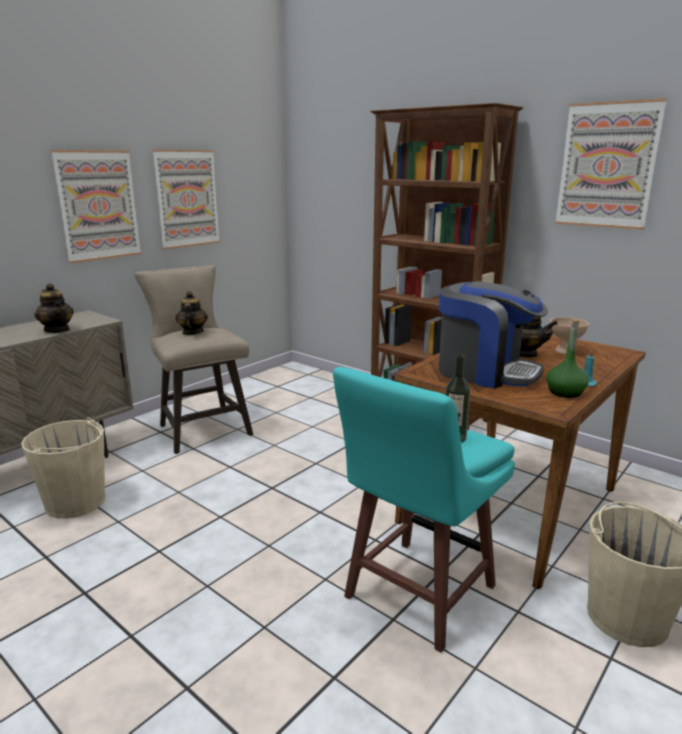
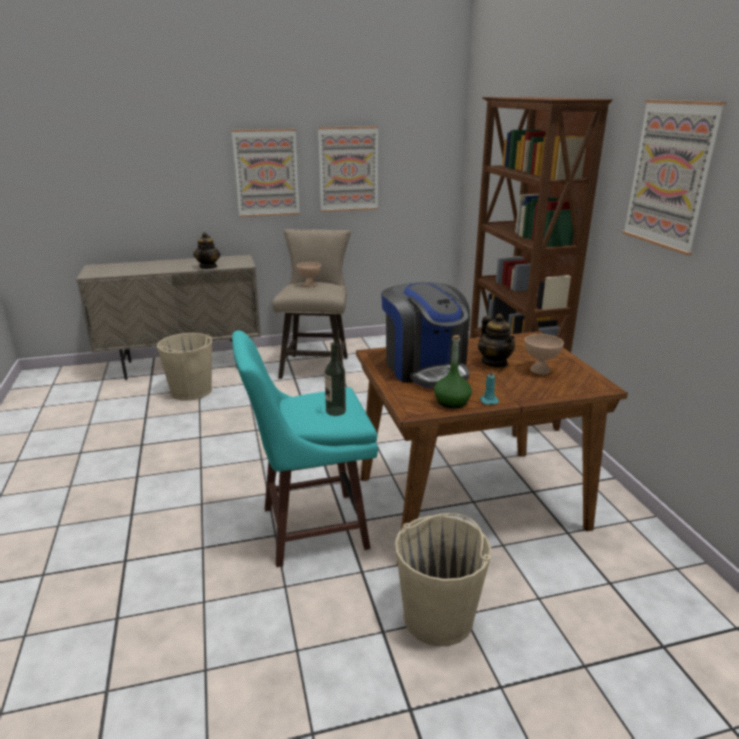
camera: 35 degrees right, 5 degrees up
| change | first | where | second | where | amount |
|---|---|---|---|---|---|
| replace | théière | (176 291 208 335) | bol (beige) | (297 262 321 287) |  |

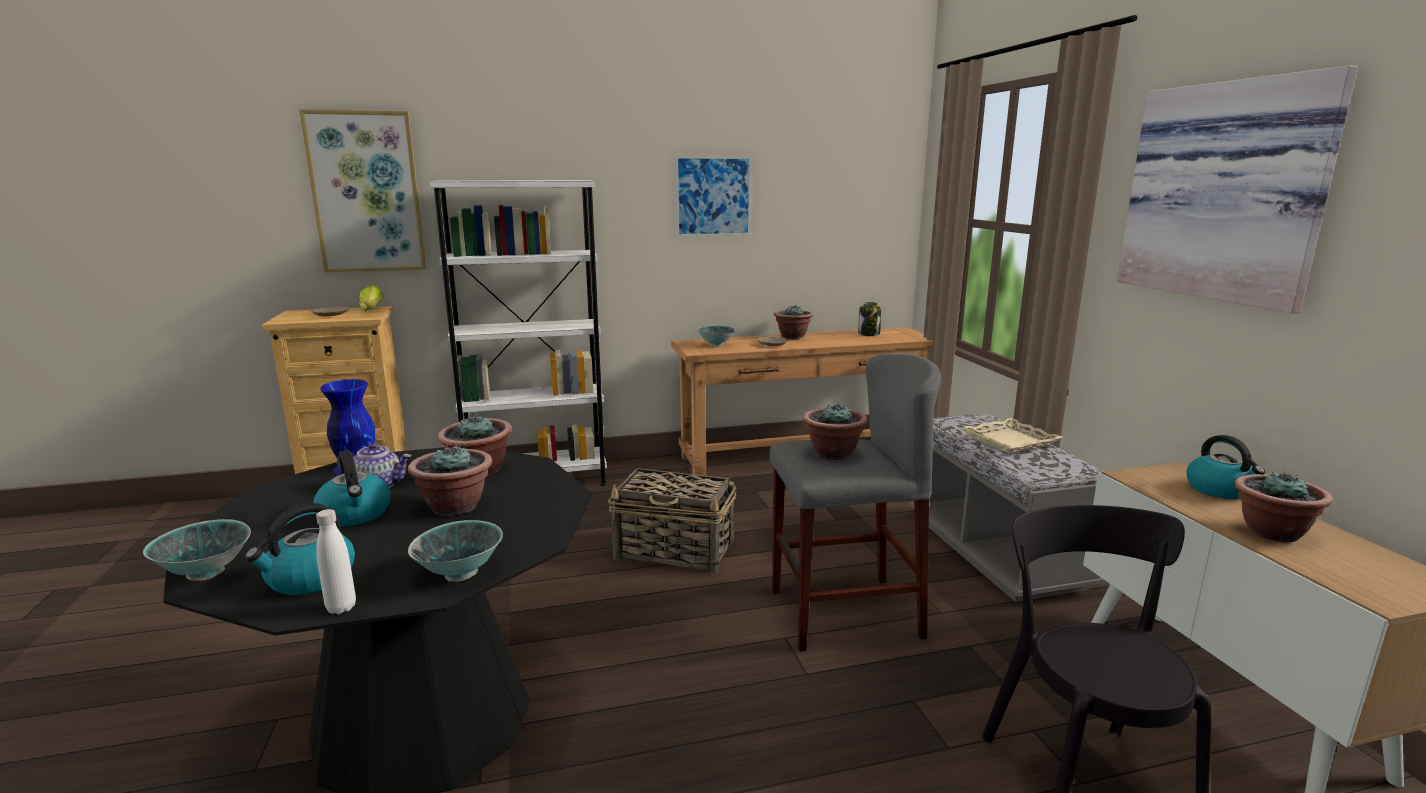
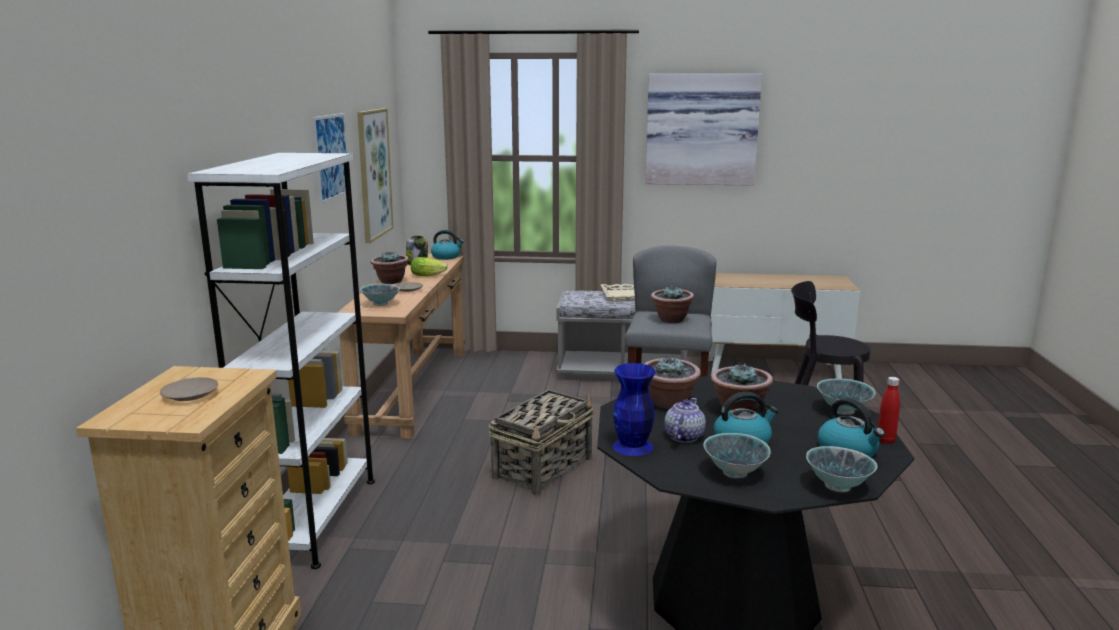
camera: 70 degrees left, 0 degrees up
| change | first | where | second | where | amount |
|---|---|---|---|---|---|
| delete | plante en pot | (1234 471 1333 542) |  |  |  |
| insert |  |  | bol | (703 433 771 478) |  |
| move | tableau | (299 109 426 272) |  | (357 108 393 243) |  |
| move | laitue | (359 285 383 310) |  | (411 257 448 276) |  |
| move | bouilloire | (1186 435 1265 499) |  | (431 230 464 260) |  |
| recolor | bouteille (blanc) | (316 509 356 614) | bouteille (rouge) | (878 377 900 444) |  |

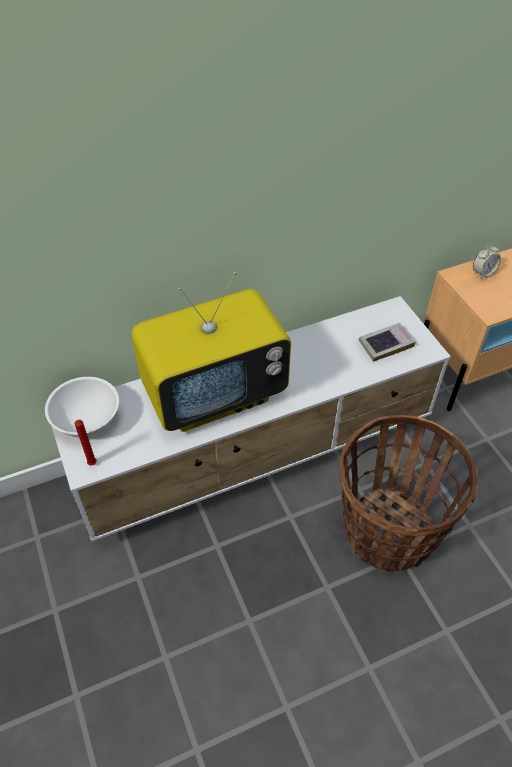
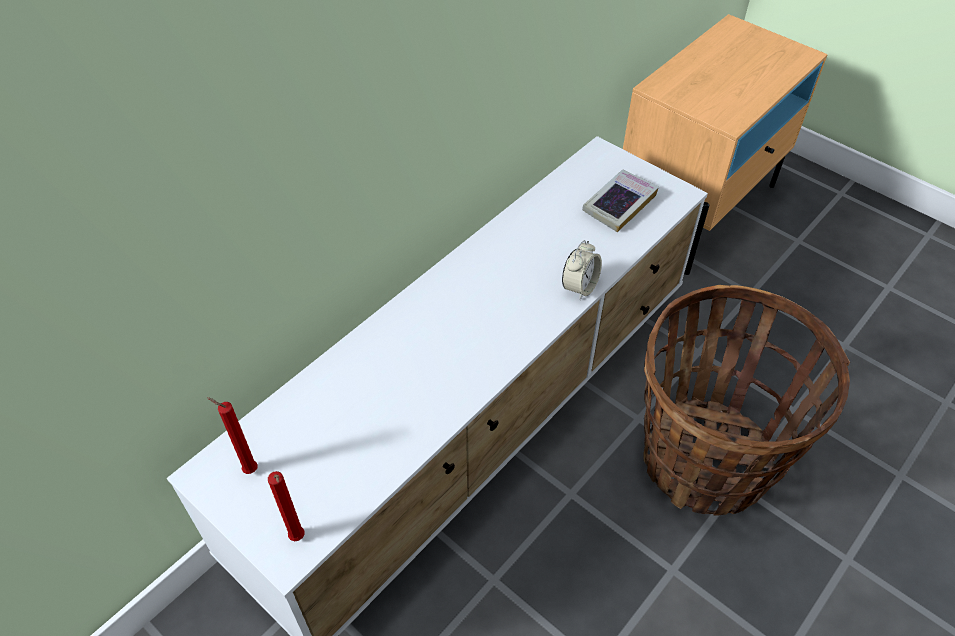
camera: 25 degrees left, 0 degrees up
| change | first | where | second | where | amount |
|---|---|---|---|---|---|
| delete | téléviseur | (132 272 291 432) |  |  |  |
| move | réveil | (473 243 501 279) |  | (562 240 602 300) |  |
| replace | bol (blanc) | (45 377 119 437) | bougie (rouge) | (207 397 258 474) |  |

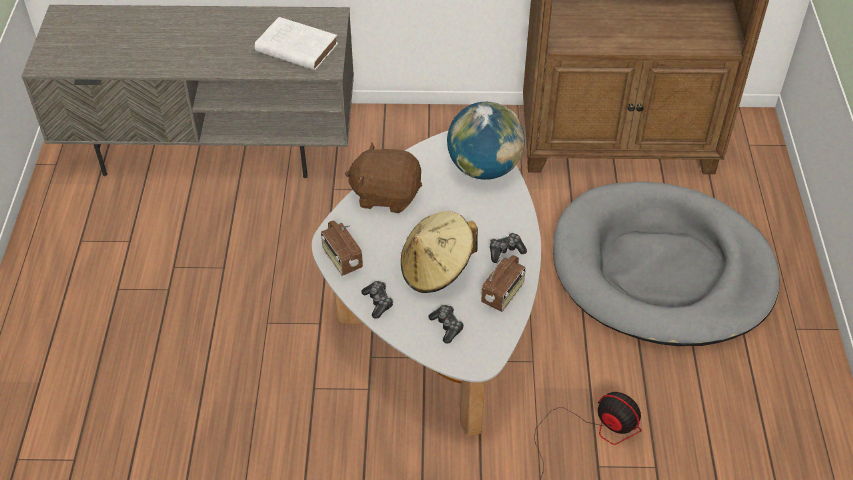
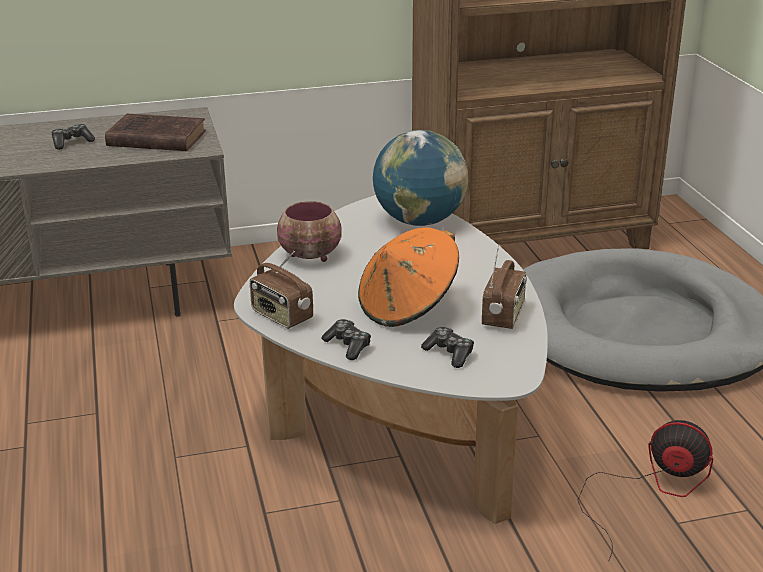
camera: 15 degrees left, 20 degrees down
| change | first | where | second | where | amount |
|---|---|---|---|---|---|
| move | manette | (490 233 527 263) |  | (52 124 95 150) |  |
| replace | peluche (marron) | (345 142 422 213) | bol | (277 201 342 262) |  |
| recolor | livre (blanc) | (255 17 338 70) | livre (marron) | (105 114 206 151) |  |
| recolor | chapeau (beige) | (401 211 478 293) | chapeau (orange) | (358 227 459 327) |  |

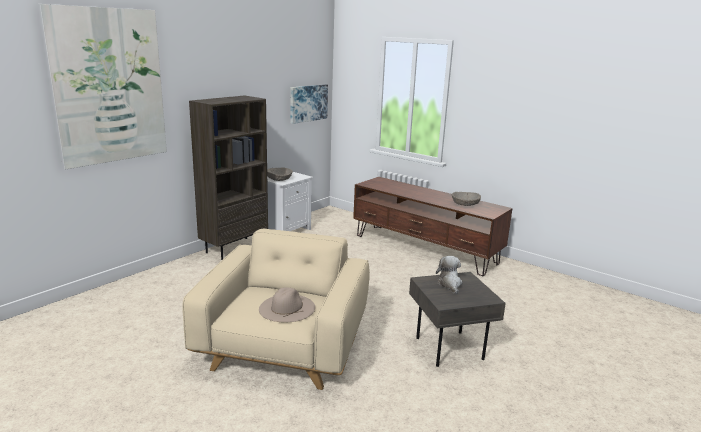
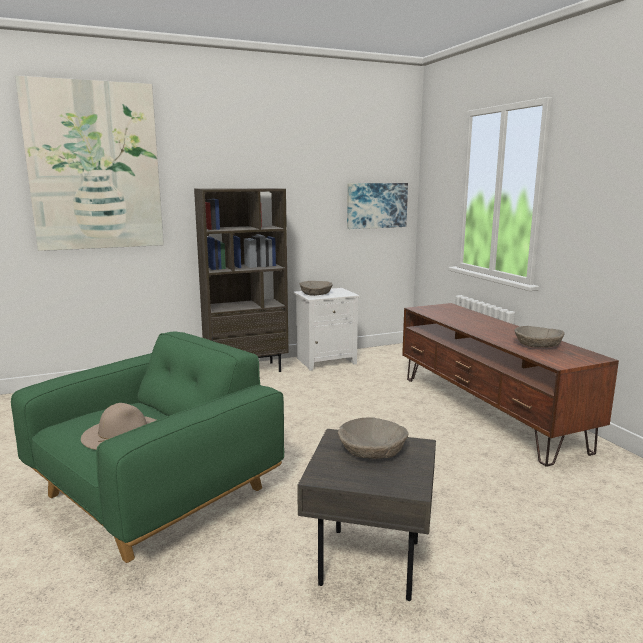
camera: 30 degrees right, 5 degrees down
| change | first | where | second | where | amount |
|---|---|---|---|---|---|
| replace | peluche | (436 256 462 294) | bol (beige) | (338 417 408 459) |  |
| recolor | fauteuil (beige) | (182 229 370 390) | fauteuil (vert) | (11 332 284 563) |  |

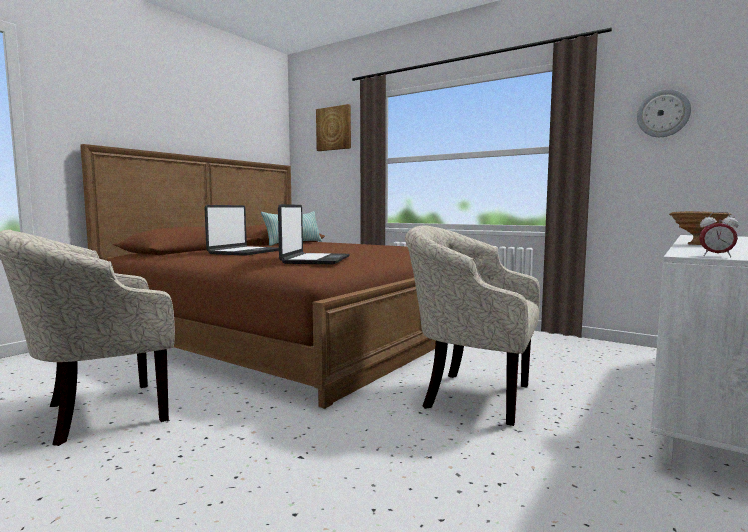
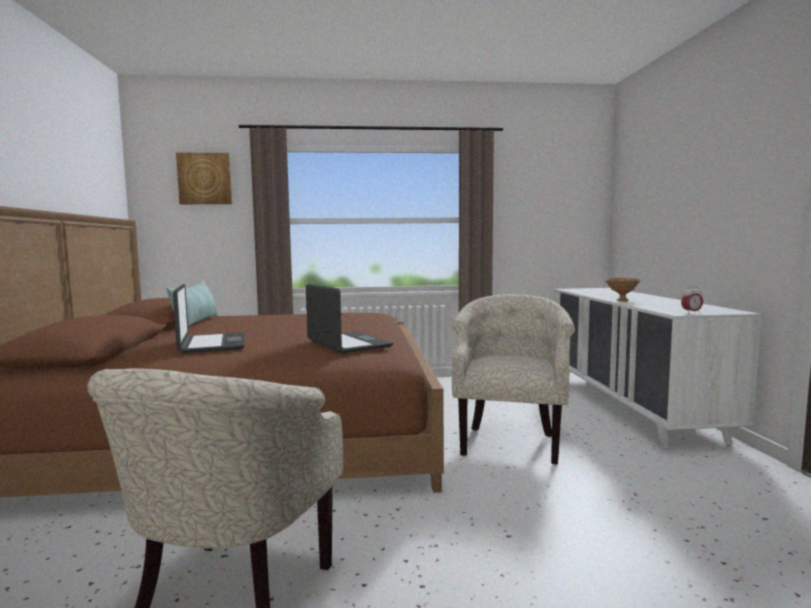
camera: 40 degrees left, 0 degrees up
| change | first | where | second | where | amount |
|---|---|---|---|---|---|
| delete | horloge murale | (637 89 691 137) |  |  |  |
| rotate | fauteuil (beige) | (405 225 540 426) |  | (452 294 575 464) | 120 degrees clockwise |

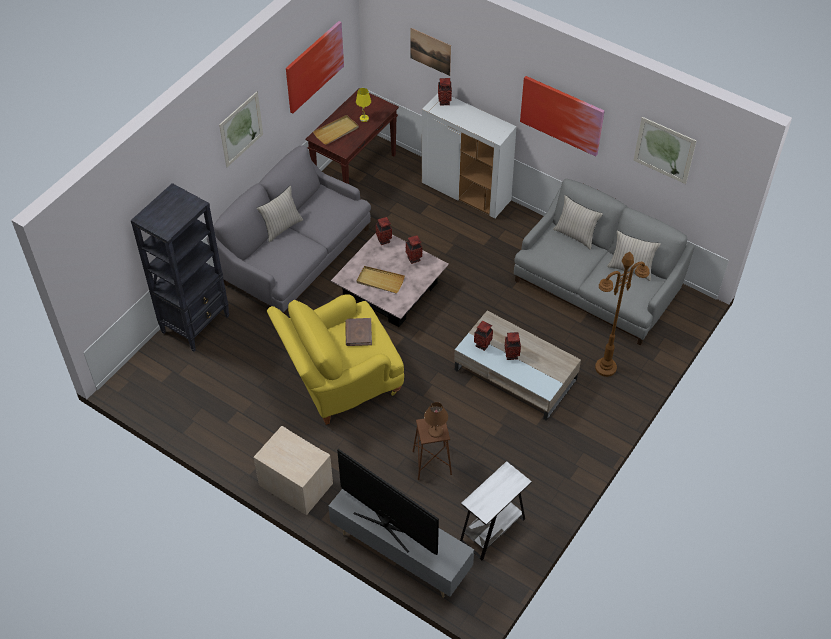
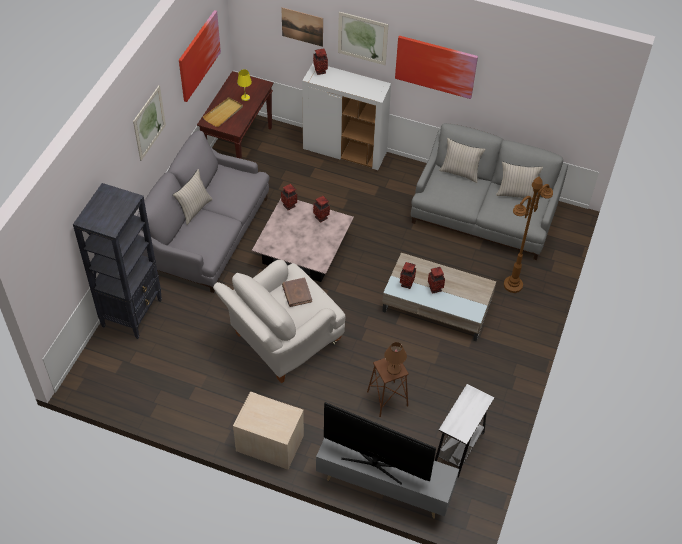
camera: 15 degrees left, 0 degrees up
| change | first | where | second | where | amount |
|---|---|---|---|---|---|
| delete | plateau (beige) | (357 266 405 294) |  |  |  |
| move | tableau | (633 117 696 184) |  | (338 12 388 65) |  |
| recolor | fauteuil (jaune) | (267 294 404 425) | fauteuil (blanc) | (213 260 345 383) |  |

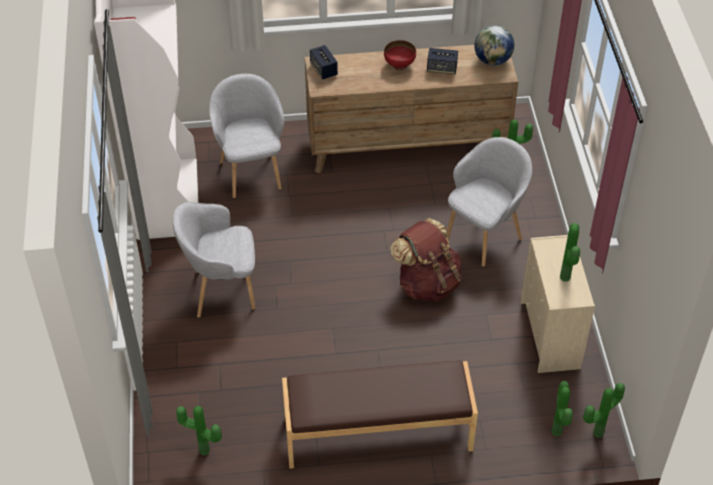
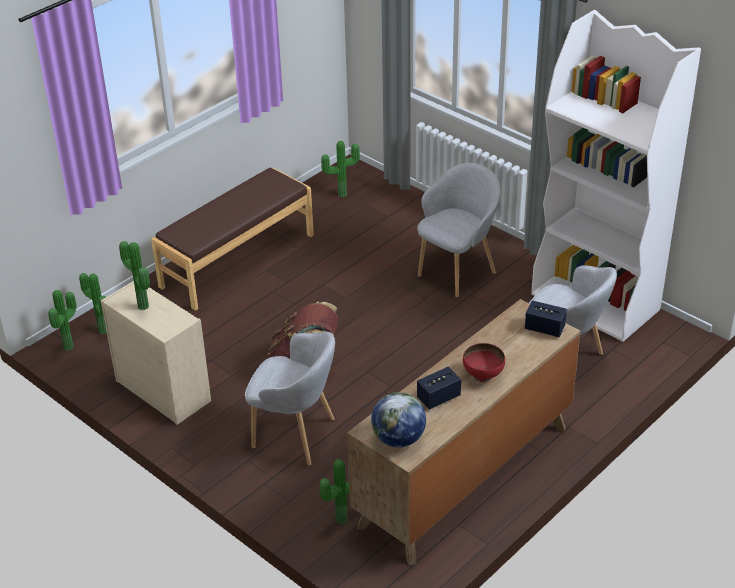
camera: 140 degrees right, 10 degrees down
| change | first | where | second | where | amount |
|---|---|---|---|---|---|
| rotate | fauteuil (gris) | (447 137 532 267) |  | (245 331 335 466) | 75 degrees counterclockwise |

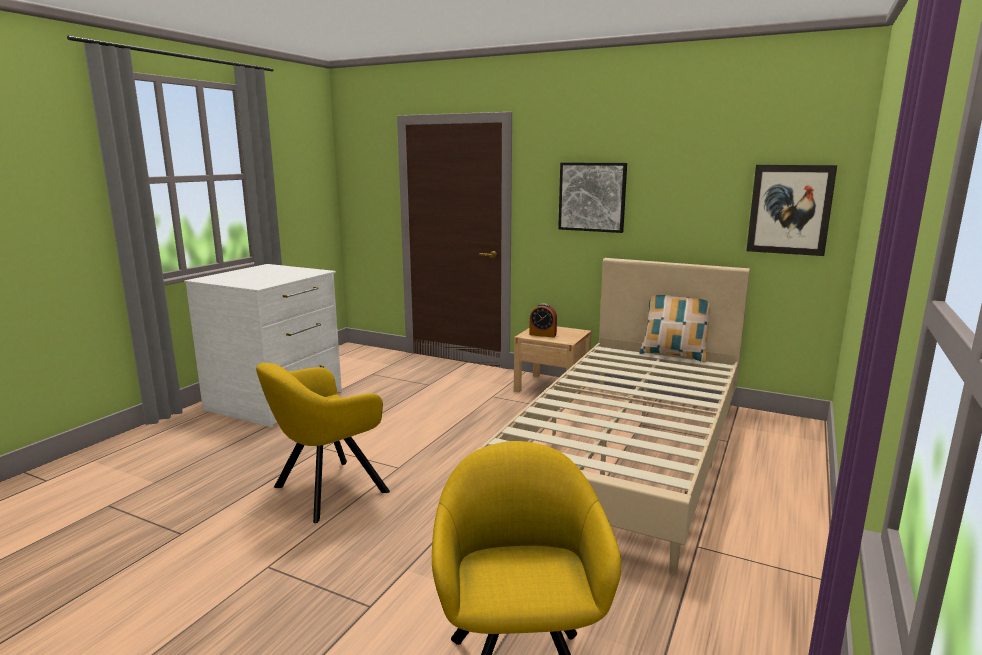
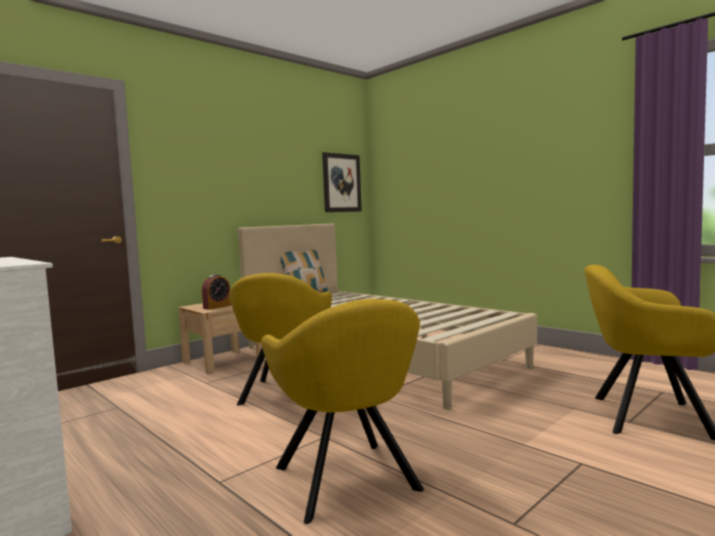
camera: 70 degrees left, 10 degrees down
| change | first | where | second | where | amount |
|---|---|---|---|---|---|
| delete | tableau | (558 162 627 233) |  |  |  |
| insert |  |  | fauteuil (jaune) | (229 273 332 405) |  |

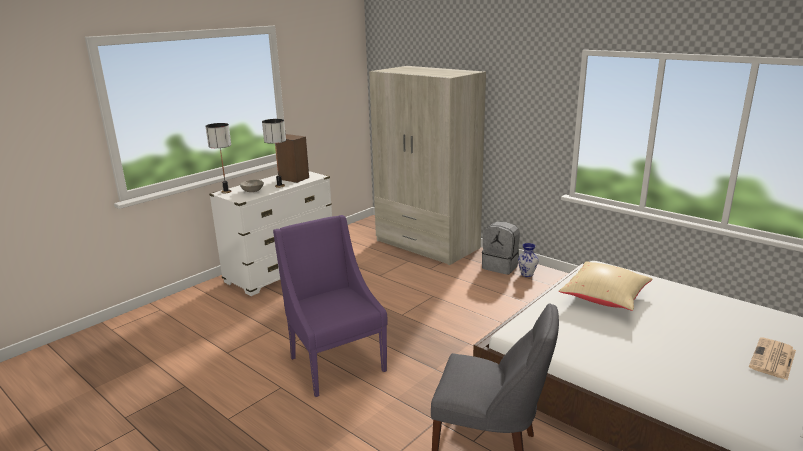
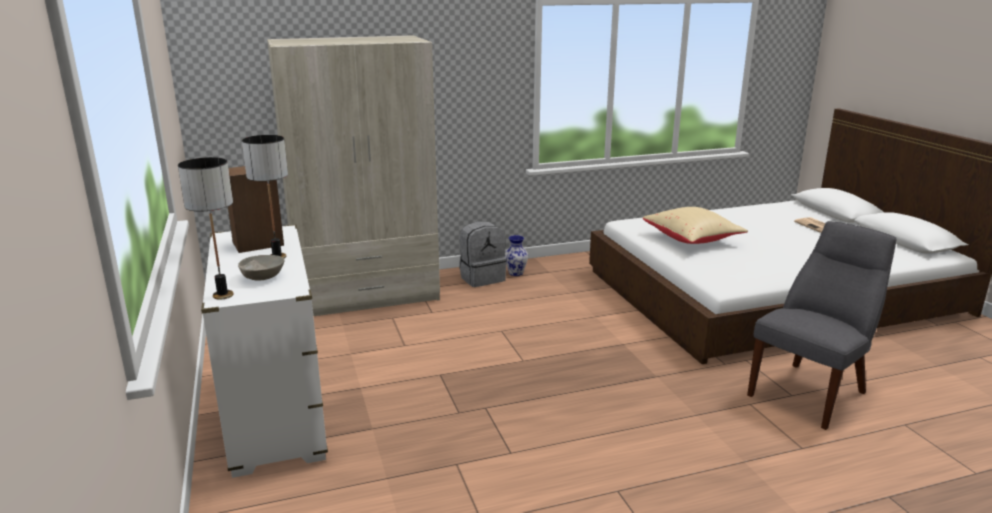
camera: 60 degrees left, 0 degrees up
| change | first | where | second | where | amount |
|---|---|---|---|---|---|
| delete | fauteuil (violet) | (273 215 387 397) |  |  |  |

